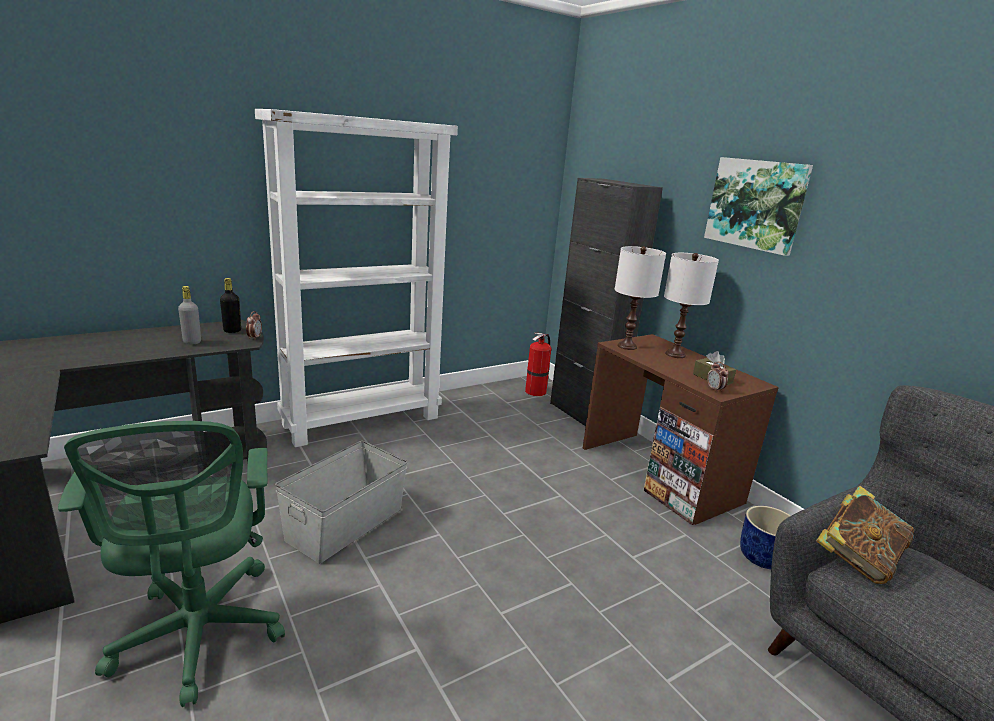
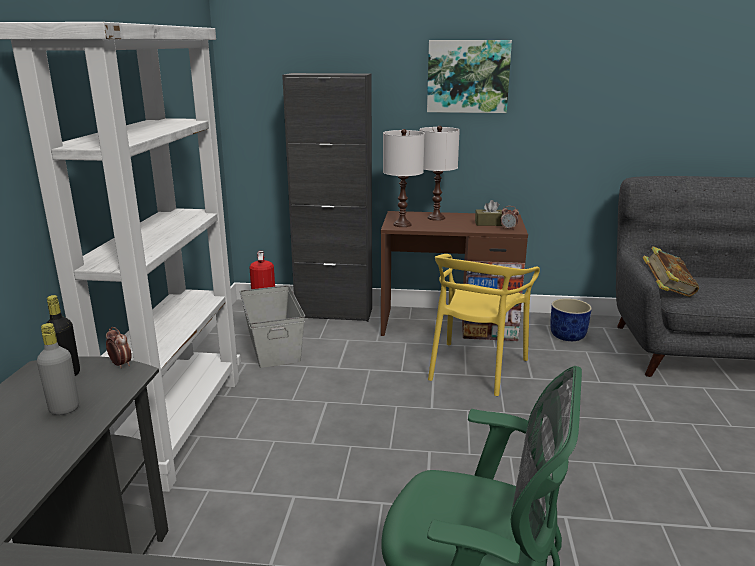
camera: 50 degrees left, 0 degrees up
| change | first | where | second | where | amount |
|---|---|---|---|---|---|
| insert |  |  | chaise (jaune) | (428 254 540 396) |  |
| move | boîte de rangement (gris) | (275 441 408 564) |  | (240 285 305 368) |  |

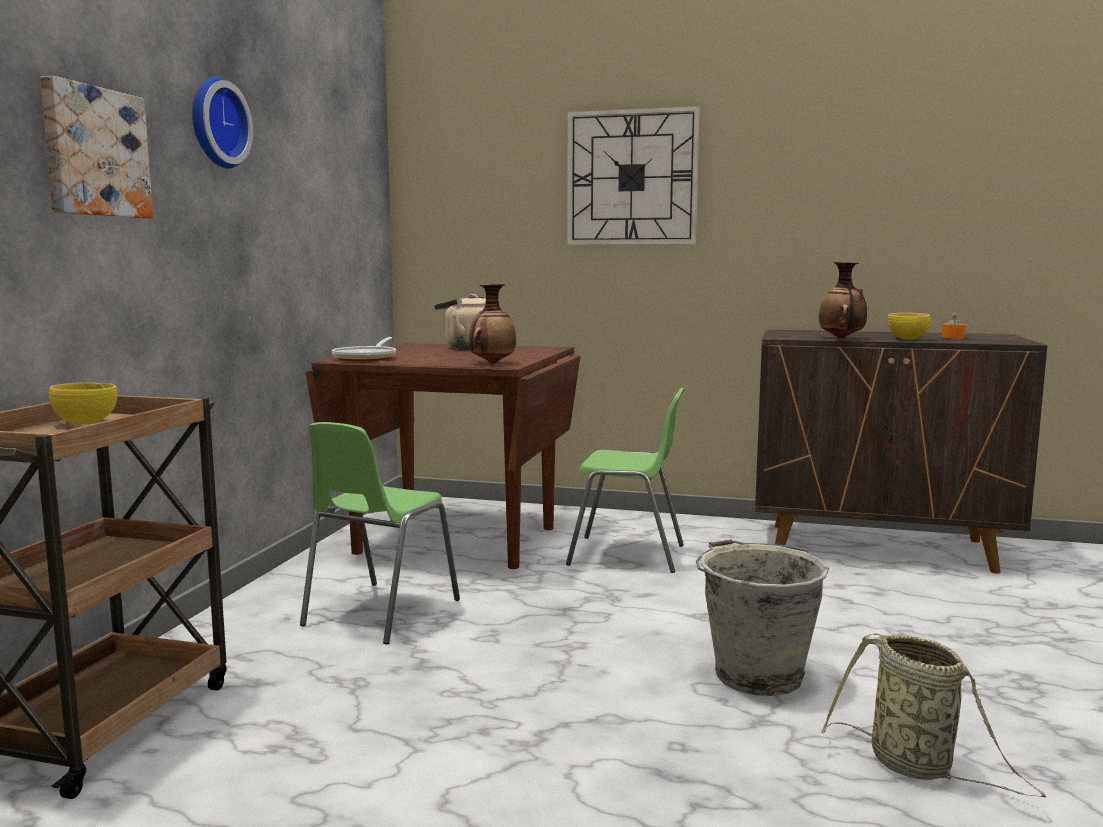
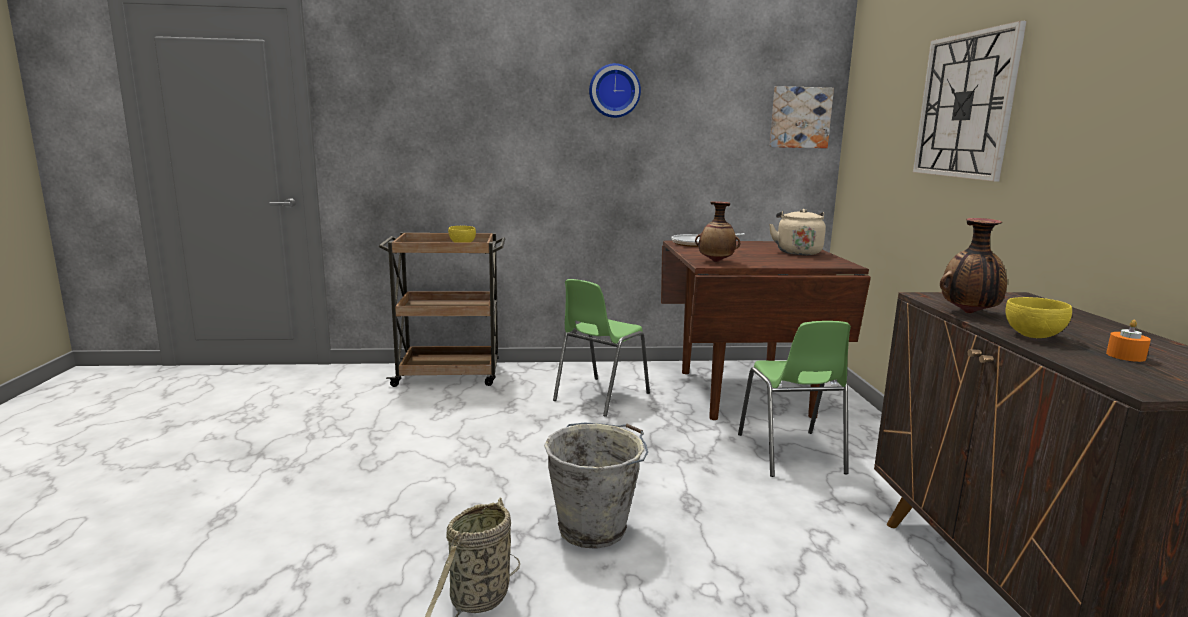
camera: 70 degrees right, 5 degrees up
| change | first | where | second | where | amount |
|---|---|---|---|---|---|
| move | tableau | (40 76 153 218) |  | (770 86 834 148) |  |
| rotate | chaise (vert) | (300 422 460 644) |  | (553 279 650 417) | 60 degrees counterclockwise |

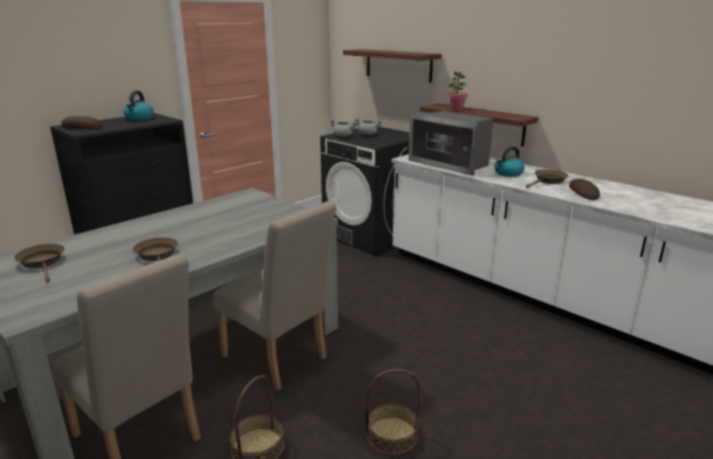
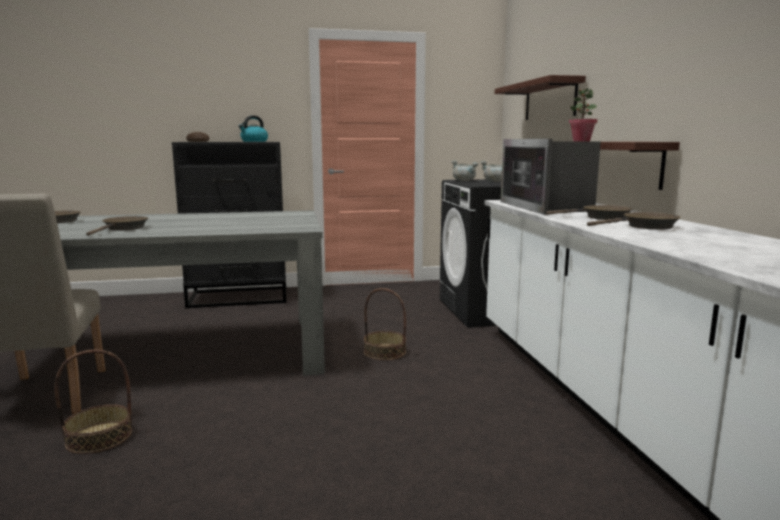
camera: 35 degrees right, 10 degrees down
| change | first | where | second | where | amount |
|---|---|---|---|---|---|
| delete | chaise (beige) | (213 201 336 391) |  |  |  |
| delete | pain | (569 179 600 200) |  |  |  |
| move | panier | (365 369 421 455) |  | (364 288 406 360) |  |
| replace | bouilloire | (495 146 525 177) | poêle (marron) | (546 205 633 220) |  |

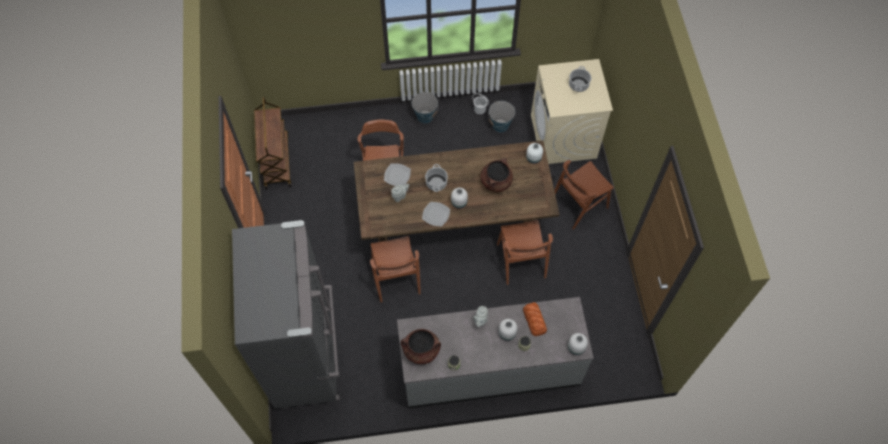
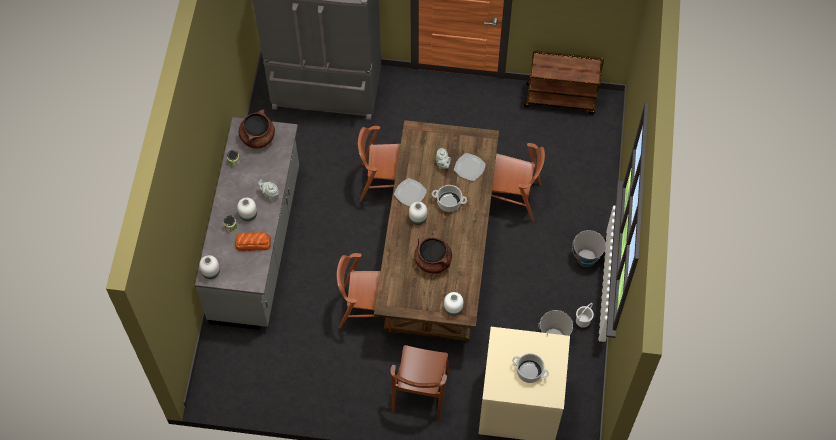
camera: 105 degrees right, 0 degrees up
| change | first | where | second | where | amount |
|---|---|---|---|---|---|
| rotate | chaise (marron) | (554 160 613 230) |  | (390 345 449 421) | 150 degrees counterclockwise |

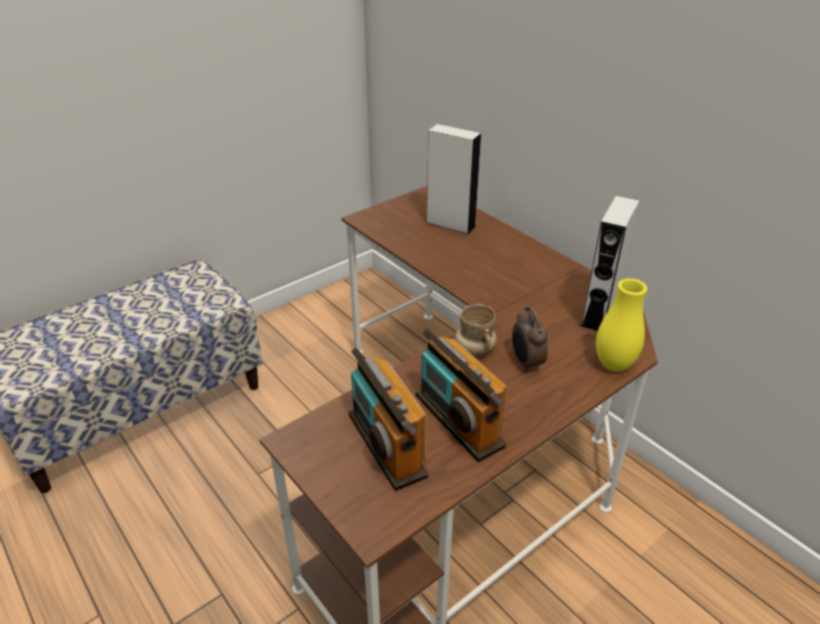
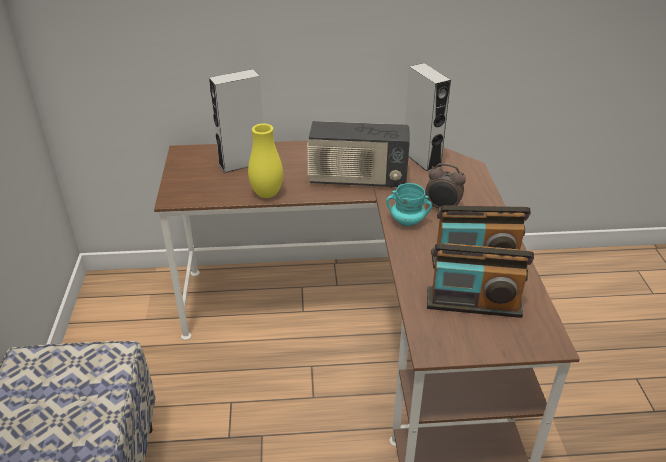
camera: 55 degrees left, 0 degrees up
| change | first | where | second | where | amount |
|---|---|---|---|---|---|
| insert |  |  | radio | (307 121 410 188) |  |
| move | vase (jaune) | (596 278 647 372) |  | (248 123 283 198) |  |
| recolor | mug (beige) | (455 304 497 355) | mug (turquoise) | (386 183 432 226) |  |

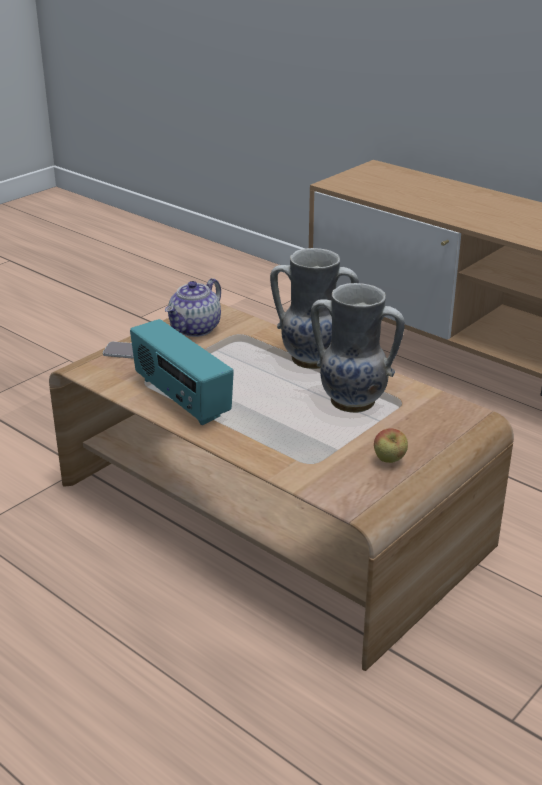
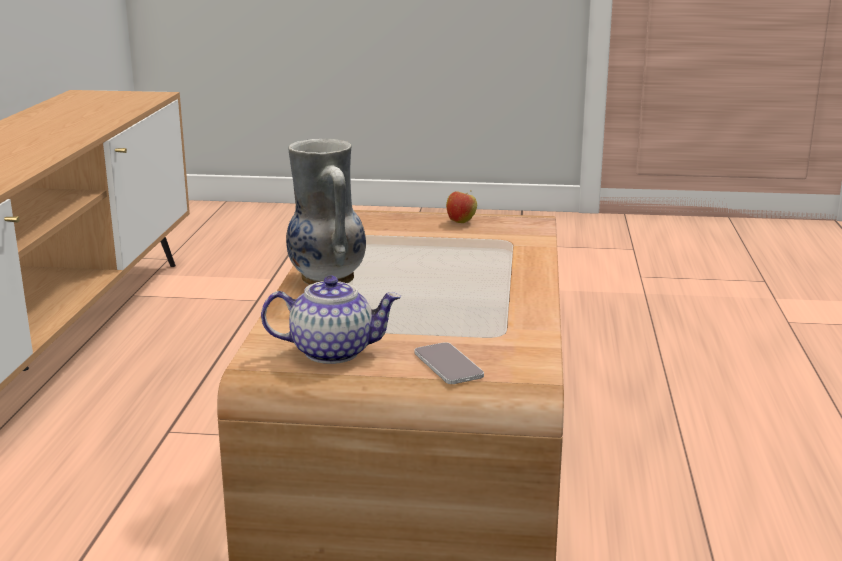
camera: 125 degrees left, 10 degrees down
| change | first | where | second | where | amount |
|---|---|---|---|---|---|
| delete | radio | (130 319 234 426) |  |  |  |
| delete | vase | (311 283 405 413) |  |  |  |

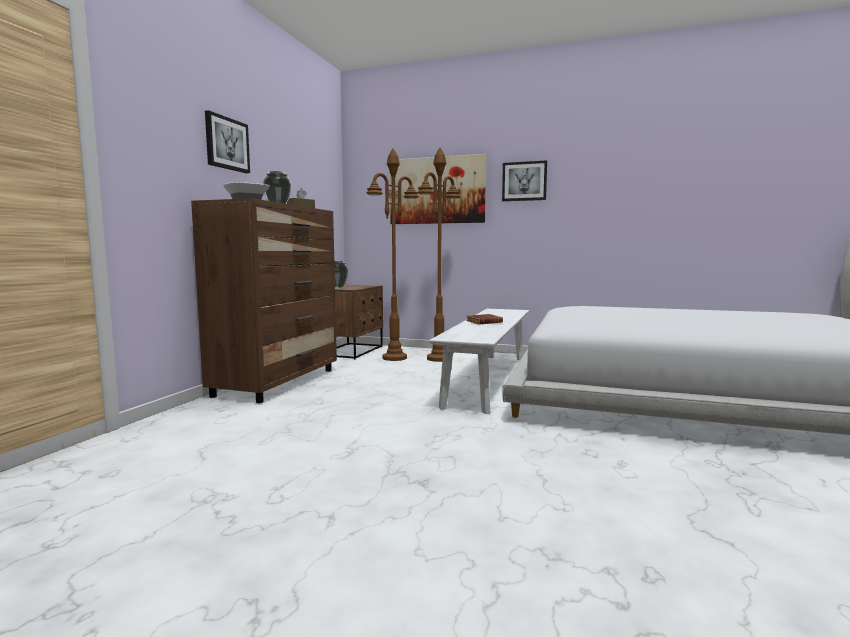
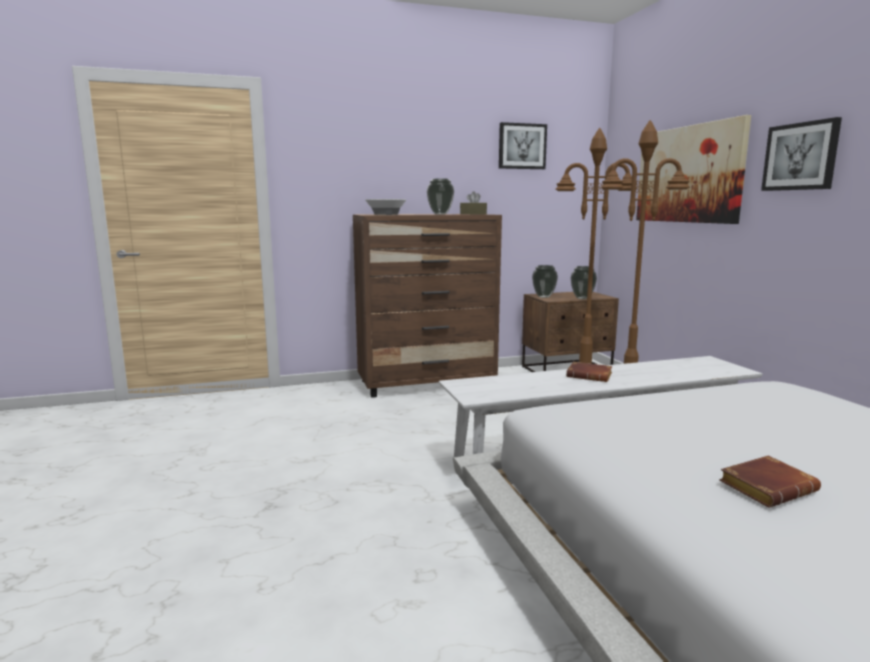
camera: 55 degrees right, 5 degrees up
| change | first | where | second | where | amount |
|---|---|---|---|---|---|
| insert |  |  | vase | (571 266 597 299) |  |
| insert |  |  | livre (marron) | (719 456 821 508) |  |
| move | tableau | (205 110 250 173) |  | (499 122 547 169) |  |

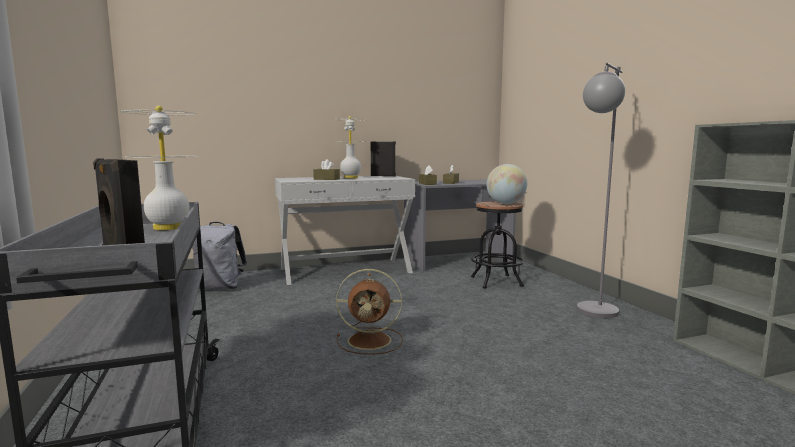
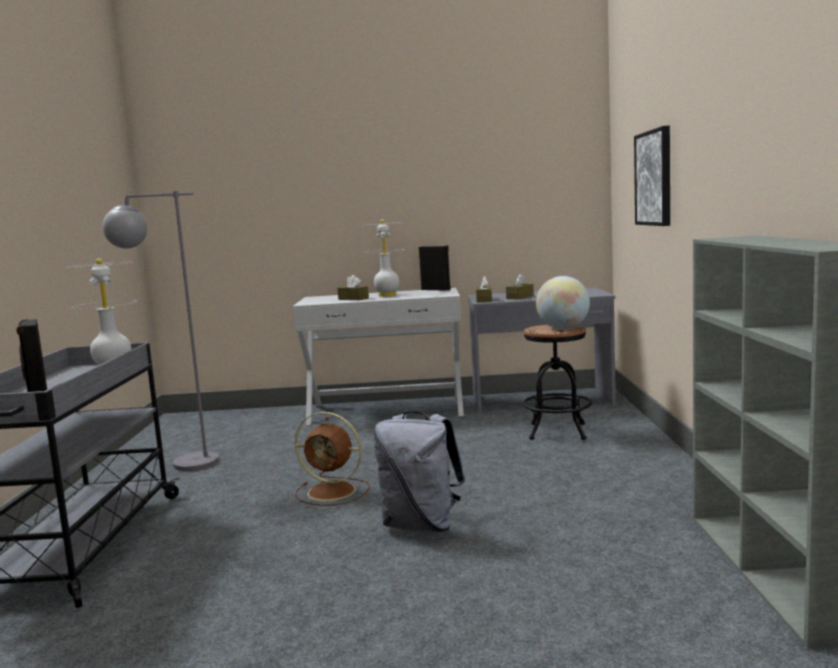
camera: 20 degrees right, 0 degrees up
| change | first | where | second | where | amount |
|---|---|---|---|---|---|
| insert |  |  | tableau | (634 126 670 226) |  |
| move | sac à dos (gris) | (192 222 247 290) |  | (374 411 465 532) |  |
| move | lampadaire (gris) | (577 63 625 318) |  | (102 191 219 471) |  |

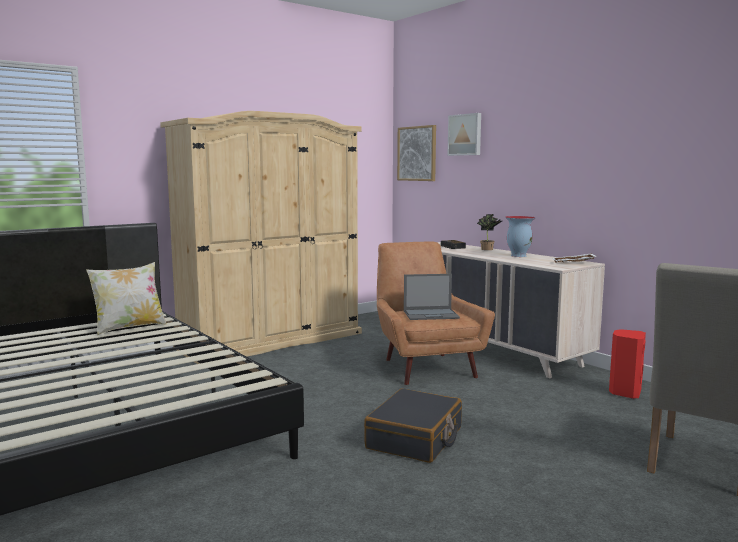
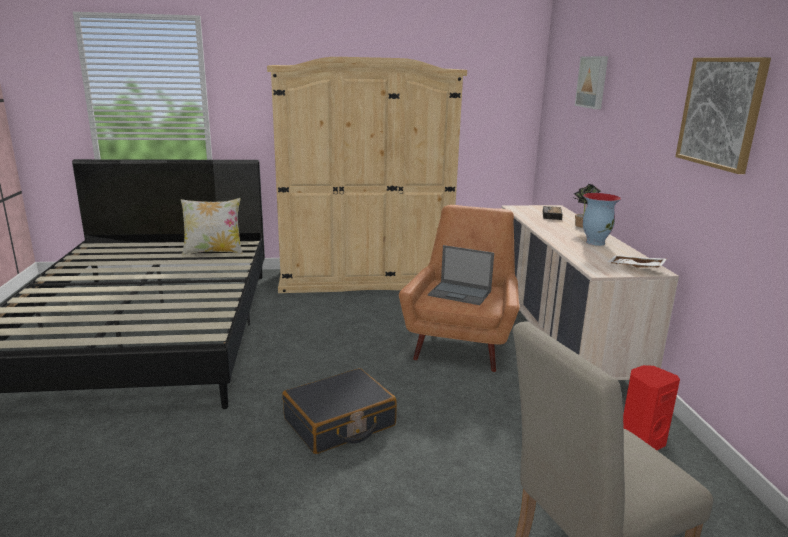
camera: 30 degrees right, 10 degrees up
| change | first | where | second | where | amount |
|---|---|---|---|---|---|
| move | tableau | (397 125 436 181) |  | (675 57 771 174) |  |

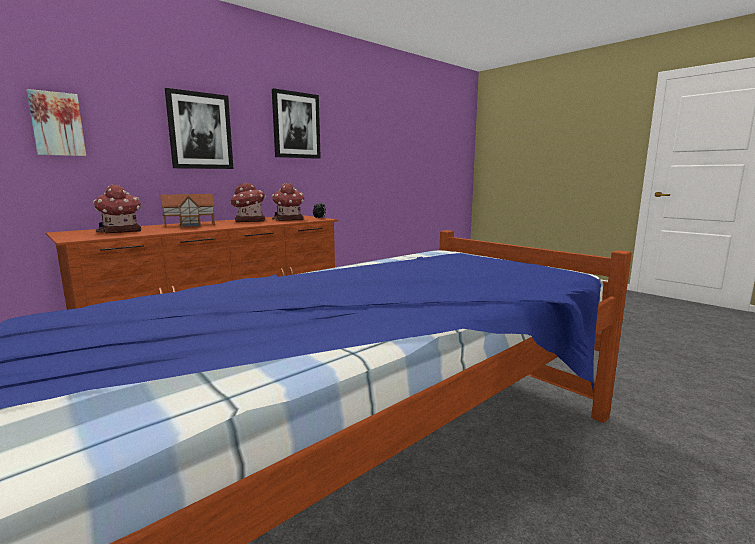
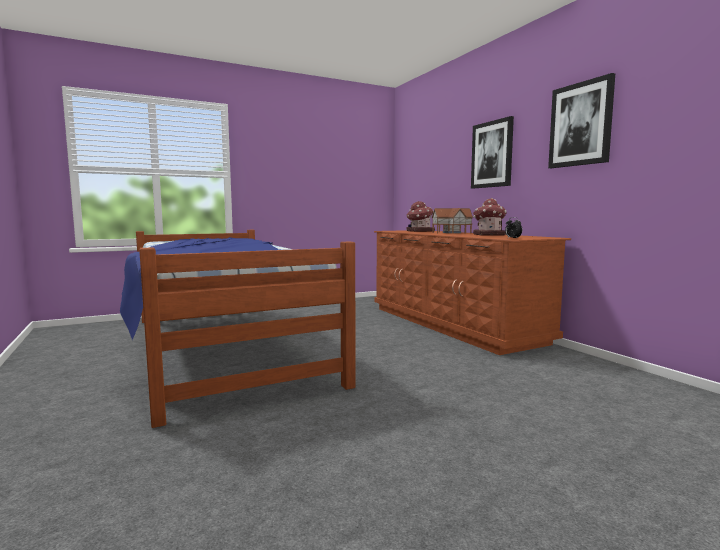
camera: 105 degrees right, 5 degrees down
| change | first | where | second | where | amount |
|---|---|---|---|---|---|
| delete | tableau | (26 89 86 156) |  |  |  |
| delete | maison miniature | (272 183 305 221) |  |  |  |

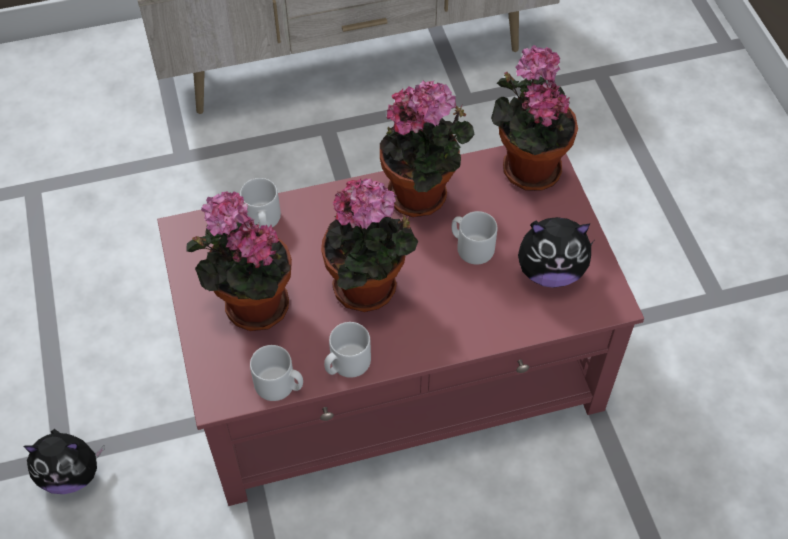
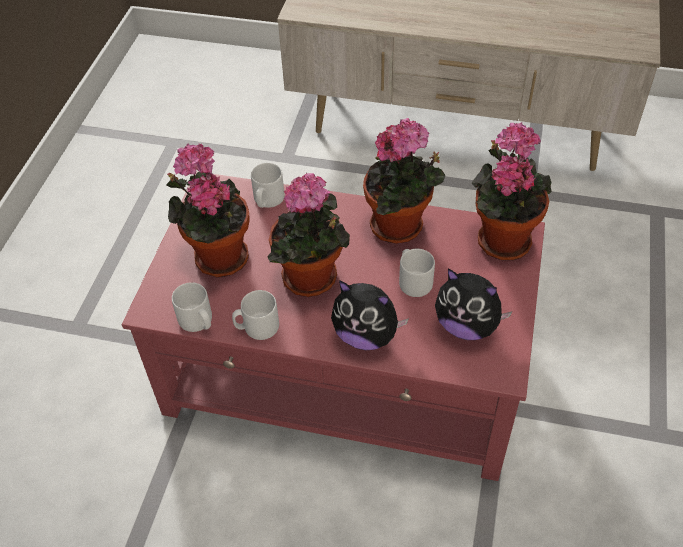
camera: 30 degrees right, 5 degrees down
| change | first | where | second | where | amount |
|---|---|---|---|---|---|
| move | peluche | (23 429 104 494) |  | (331 280 409 350) |  |

